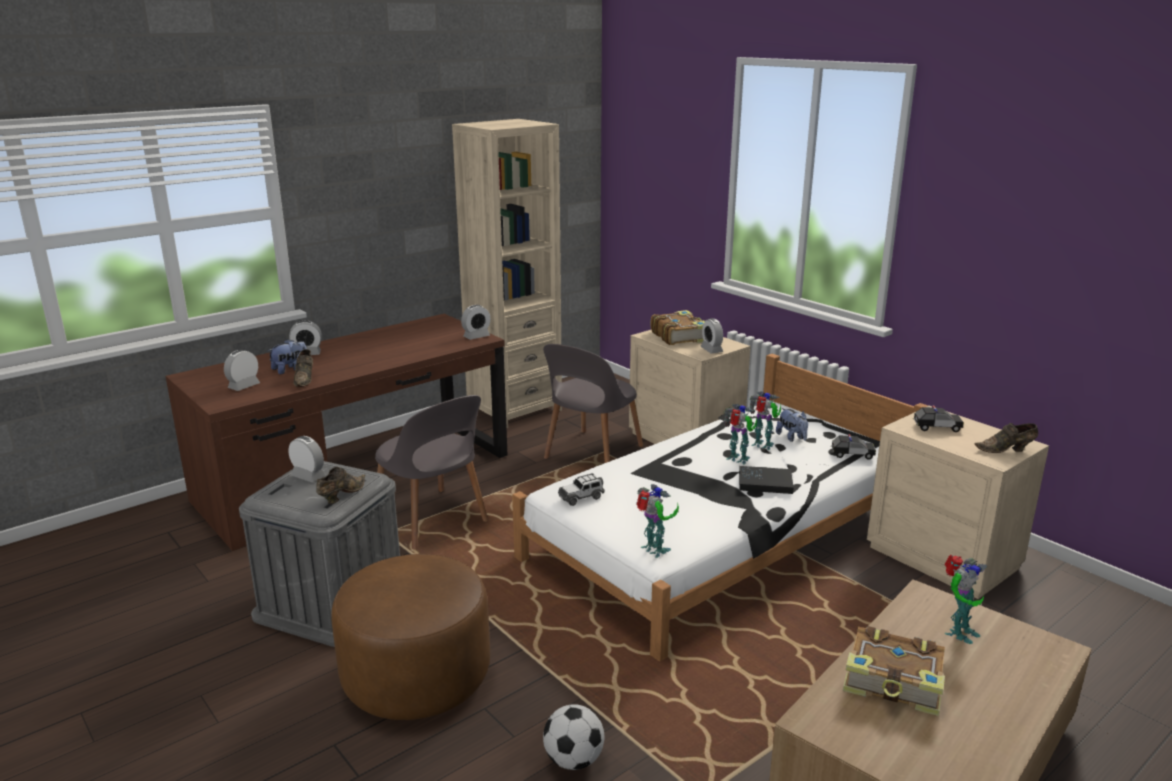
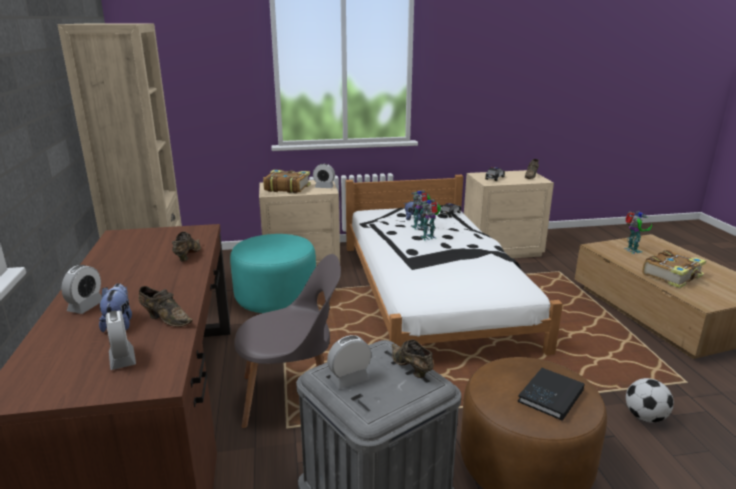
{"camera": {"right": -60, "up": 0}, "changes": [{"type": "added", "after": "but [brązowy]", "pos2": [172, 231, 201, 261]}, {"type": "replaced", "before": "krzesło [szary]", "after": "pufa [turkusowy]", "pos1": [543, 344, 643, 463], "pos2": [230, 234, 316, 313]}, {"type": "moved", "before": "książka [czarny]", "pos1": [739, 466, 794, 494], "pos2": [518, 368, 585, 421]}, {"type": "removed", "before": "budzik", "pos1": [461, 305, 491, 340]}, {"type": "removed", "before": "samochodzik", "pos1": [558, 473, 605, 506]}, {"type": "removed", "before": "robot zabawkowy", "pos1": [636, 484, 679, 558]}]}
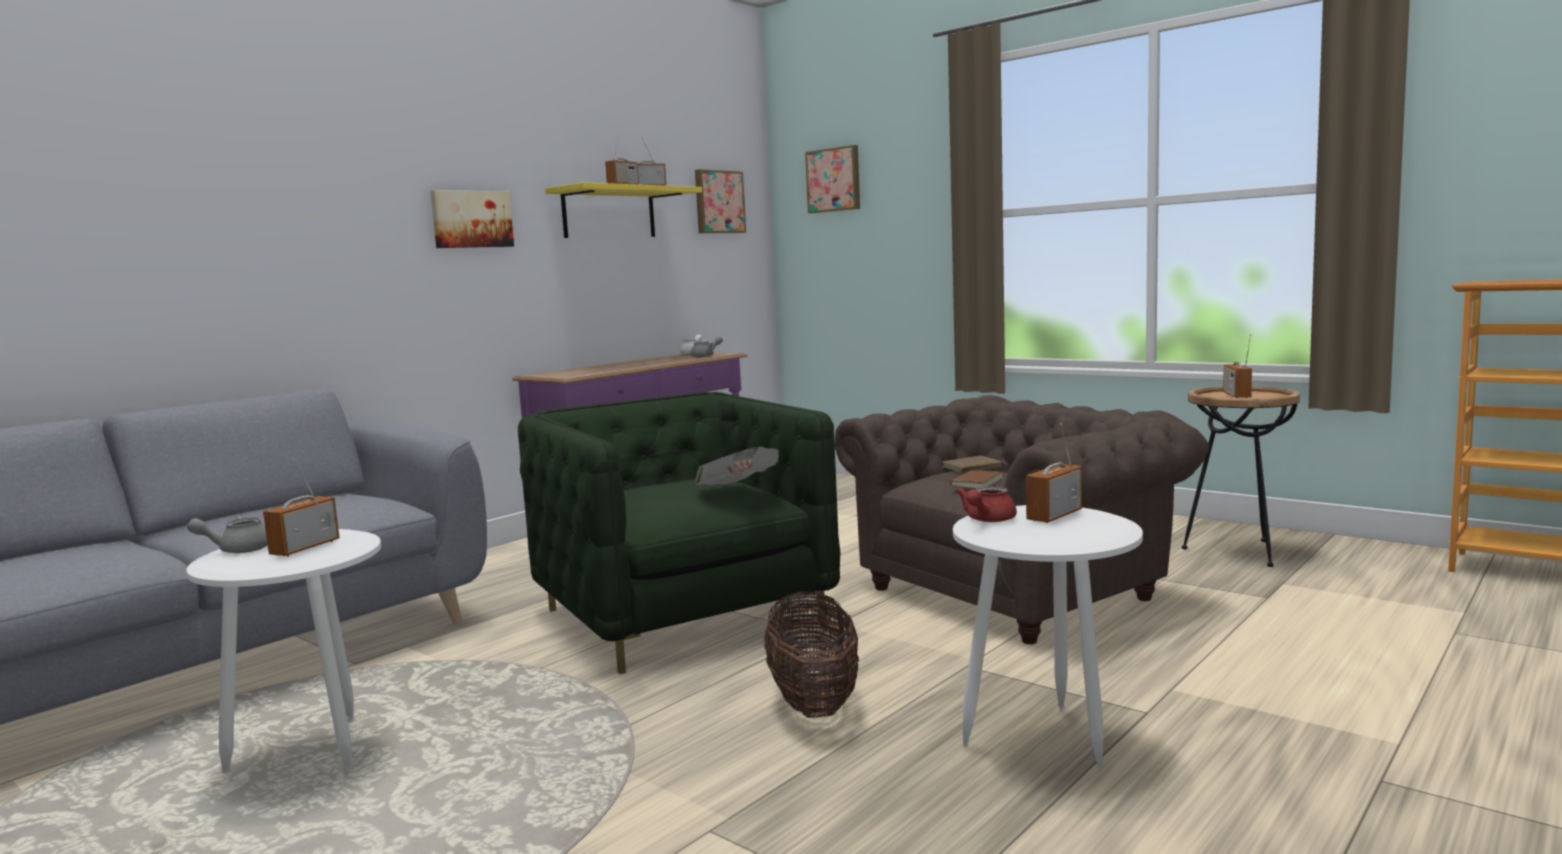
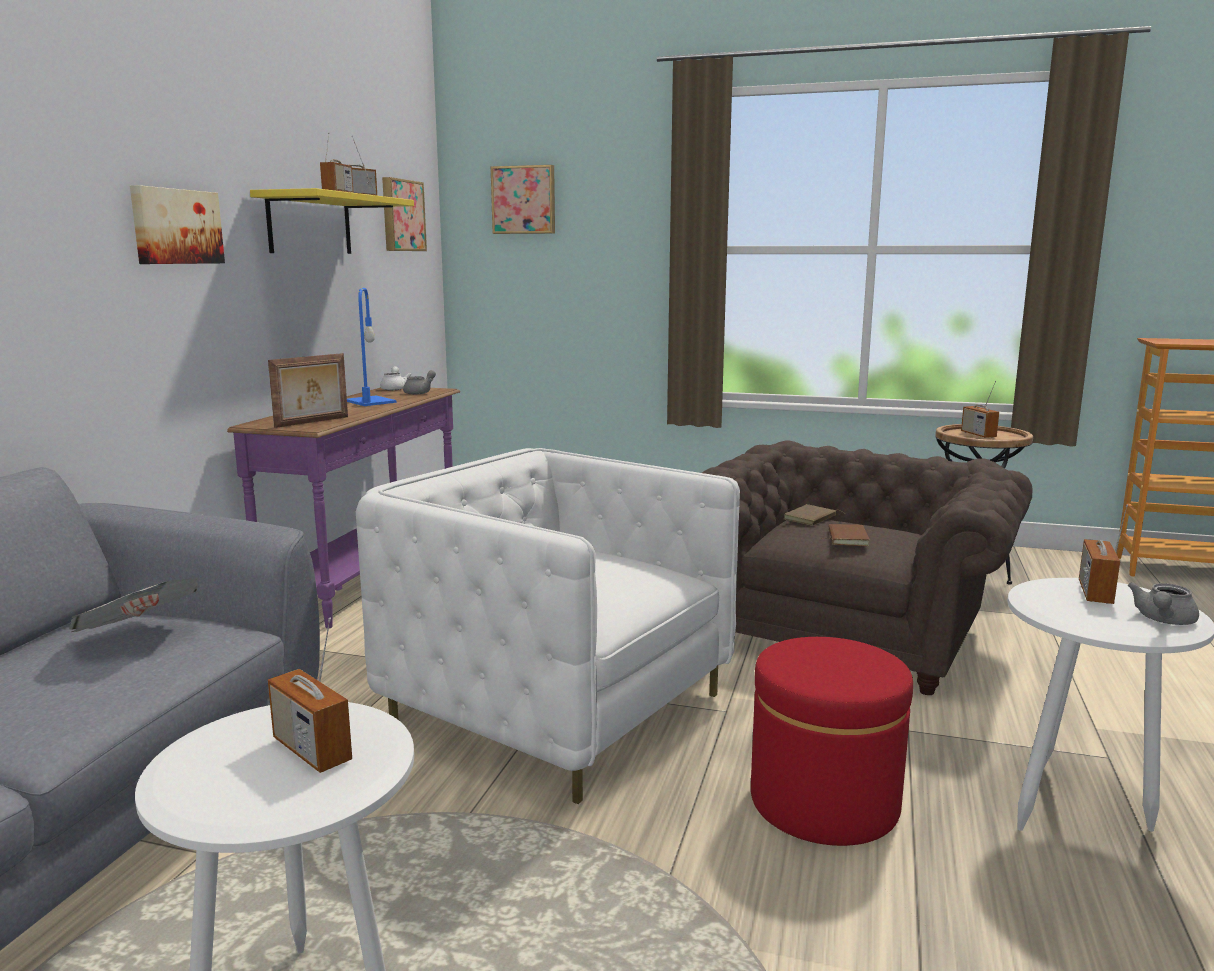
{"camera": {"right": -25, "up": 5}, "changes": [{"type": "moved", "before": "gazeta", "pos1": [695, 447, 779, 485], "pos2": [69, 578, 198, 632]}, {"type": "added", "after": "ramka na zdjęcie", "pos2": [268, 353, 348, 428]}, {"type": "turned", "before": "radio", "pos1": [263, 457, 340, 556], "pos2": [268, 617, 352, 773], "turn": -45}, {"type": "added", "after": "lampa stołowa [niebieski]", "pos2": [347, 288, 396, 406]}, {"type": "recoloured", "before": "fotel [zielony]", "after": "fotel [biały]", "pos1": [518, 392, 840, 674], "pos2": [356, 448, 740, 804]}, {"type": "replaced", "before": "koszyk", "after": "pufa [czerwony]", "pos1": [764, 592, 859, 718], "pos2": [751, 637, 913, 846]}, {"type": "moved", "before": "imbryk [szary]", "pos1": [187, 515, 268, 553], "pos2": [1128, 582, 1199, 625]}, {"type": "removed", "before": "imbryk [czerwony]", "pos1": [956, 486, 1017, 522]}]}
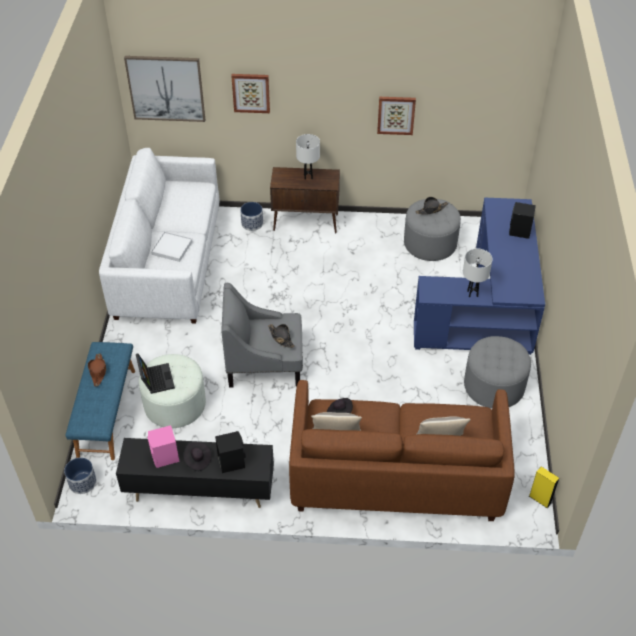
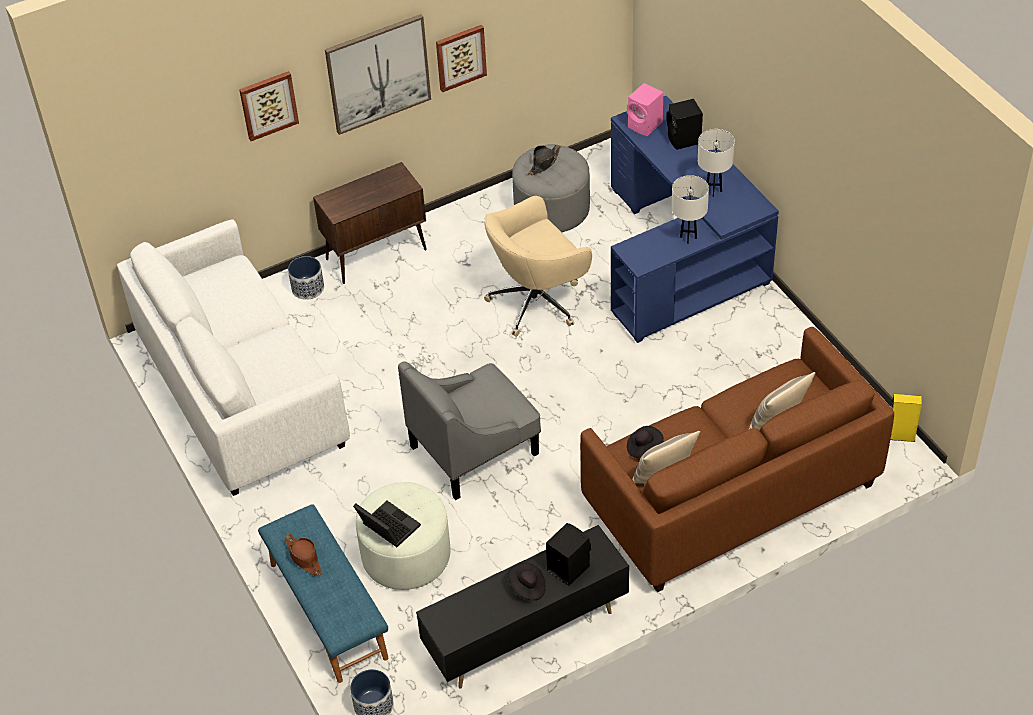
{"camera": {"right": -30, "up": 0}, "changes": [{"type": "moved", "before": "obraz", "pos1": [124, 56, 205, 122], "pos2": [325, 14, 431, 135]}, {"type": "added", "after": "krzesło biurowe [beżowy]", "pos2": [484, 196, 592, 337]}, {"type": "moved", "before": "głośnik [różowy]", "pos1": [147, 425, 179, 468], "pos2": [627, 83, 663, 136]}, {"type": "moved", "before": "lampa stołowa [biały]", "pos1": [296, 134, 320, 180], "pos2": [698, 129, 735, 197]}, {"type": "removed", "before": "taca [biały]", "pos1": [151, 231, 193, 262]}, {"type": "removed", "before": "kapelusz [czarny]", "pos1": [268, 324, 295, 348]}, {"type": "removed", "before": "pufa [szary]", "pos1": [464, 336, 531, 408]}]}
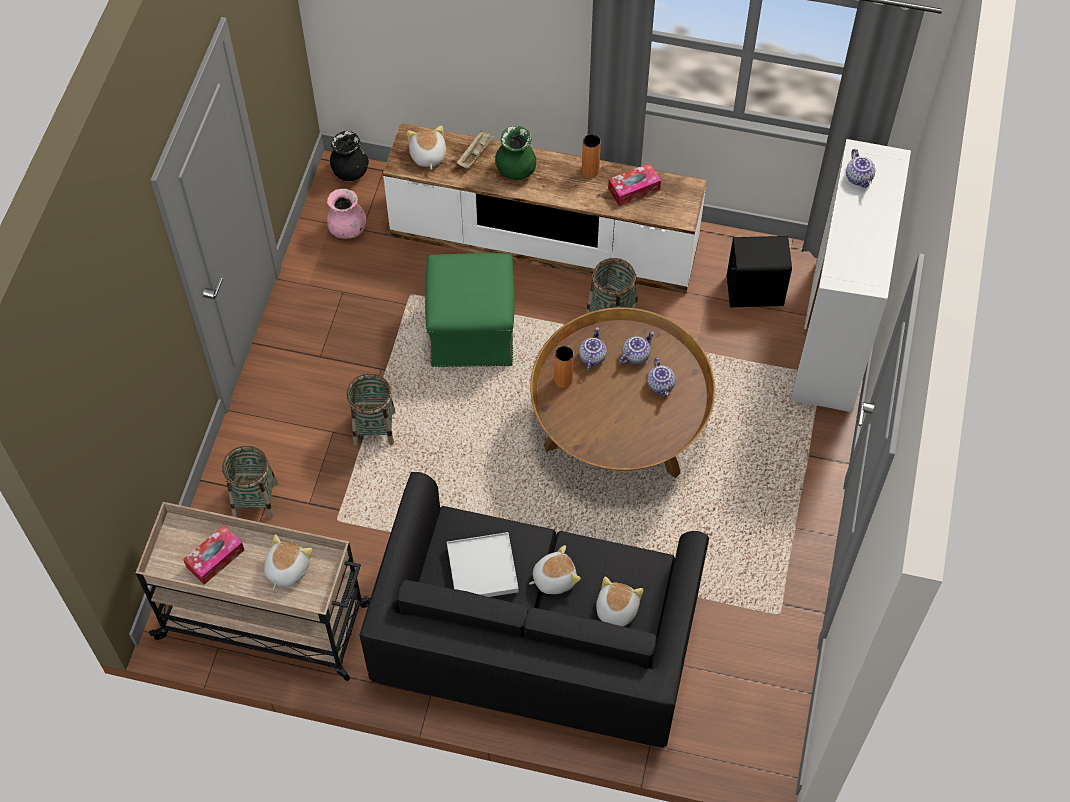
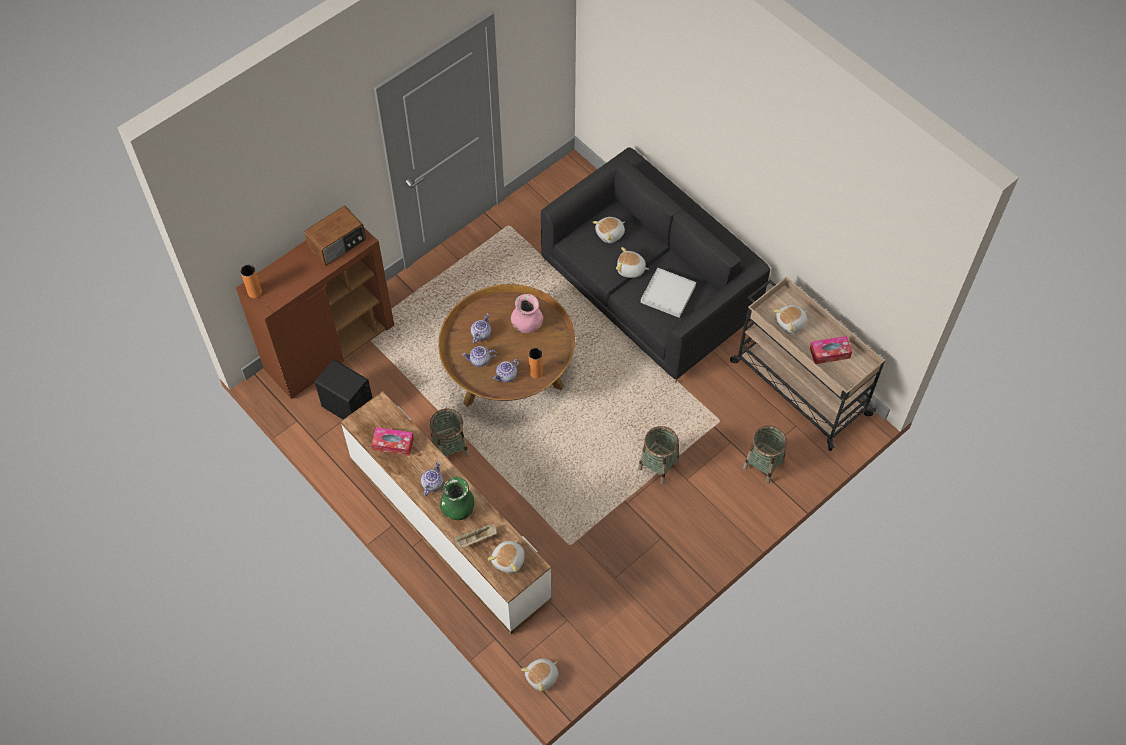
{"camera": {"right": -145, "up": 0}, "changes": [{"type": "recoloured", "before": "szafka [biały]", "after": "szafka [brązowy]", "pos1": [791, 139, 911, 412], "pos2": [236, 228, 394, 399]}, {"type": "moved", "before": "wazon [pomarańczowy]", "pos1": [582, 134, 601, 178], "pos2": [240, 265, 262, 298]}, {"type": "added", "after": "radio", "pos2": [304, 206, 366, 265]}, {"type": "moved", "before": "imbryk", "pos1": [846, 149, 875, 188], "pos2": [421, 462, 443, 496]}, {"type": "moved", "before": "wazon [różowy]", "pos1": [327, 189, 367, 239], "pos2": [511, 294, 543, 333]}, {"type": "replaced", "before": "wazon [czarny]", "after": "pluszak", "pos1": [330, 131, 369, 181], "pos2": [521, 658, 558, 692]}, {"type": "removed", "before": "pufa [zielony]", "pos1": [425, 253, 514, 367]}]}
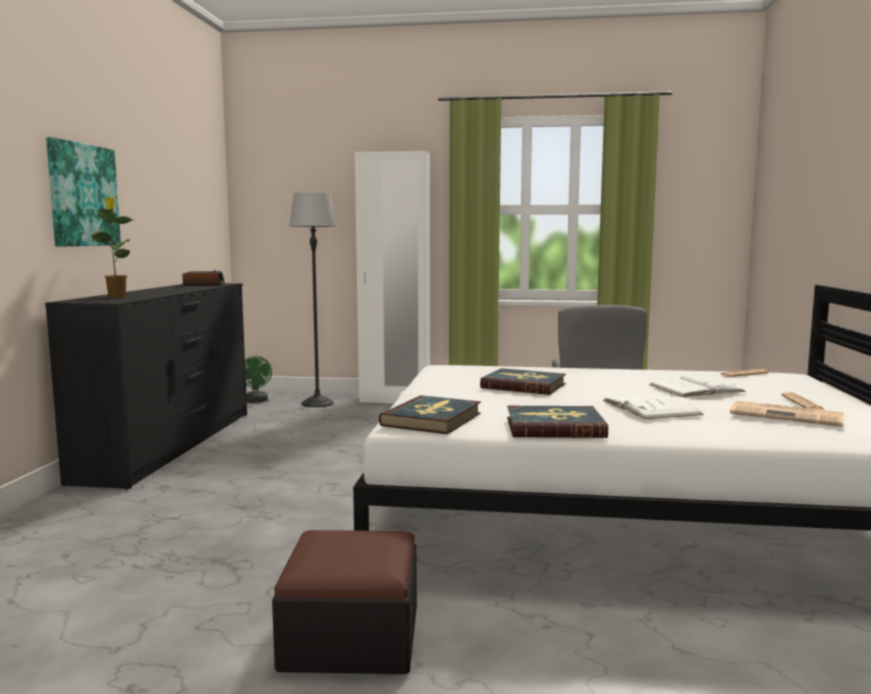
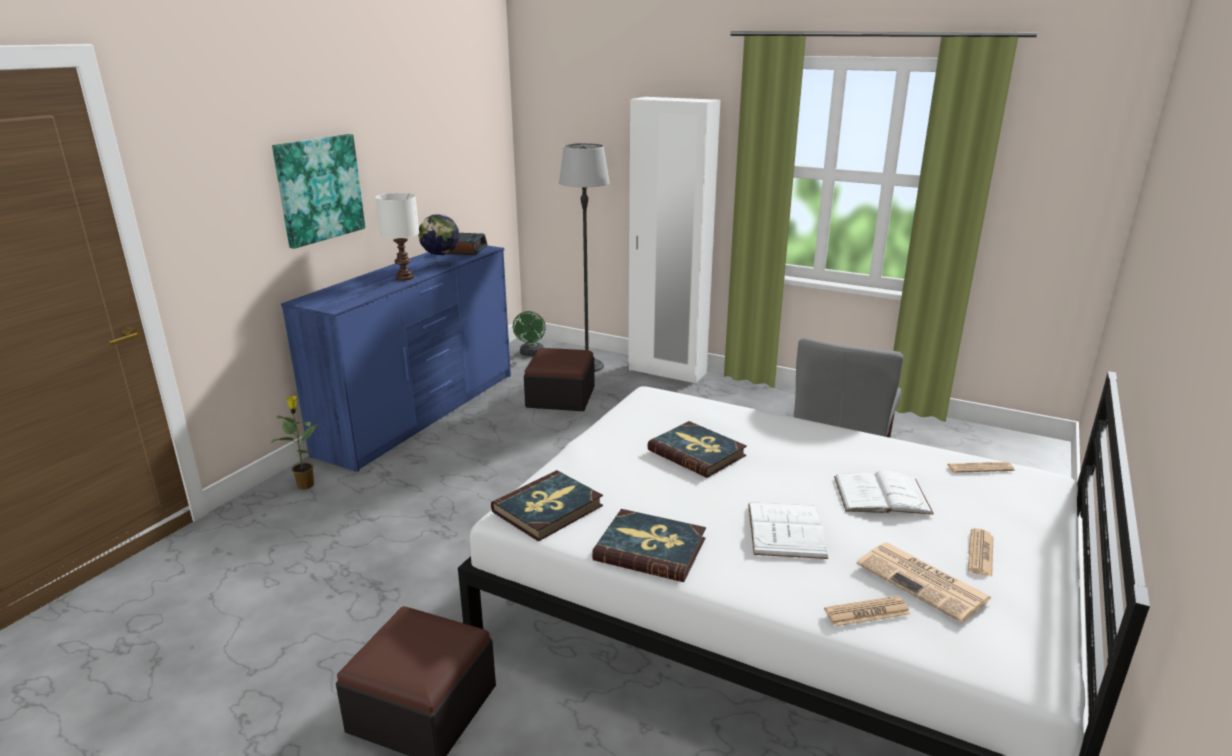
{"camera": {"right": 20, "up": 15}, "changes": [{"type": "moved", "before": "roślina doniczkowa", "pos1": [91, 197, 133, 298], "pos2": [271, 396, 320, 490]}, {"type": "recoloured", "before": "komoda [czarny]", "after": "komoda [niebieski]", "pos1": [45, 283, 247, 490], "pos2": [281, 246, 511, 472]}, {"type": "added", "after": "lampa stołowa [biały]", "pos2": [376, 193, 419, 281]}, {"type": "added", "after": "globus", "pos2": [418, 214, 460, 266]}, {"type": "added", "after": "pufa", "pos2": [524, 348, 595, 411]}, {"type": "added", "after": "gazeta", "pos2": [824, 596, 910, 626]}]}
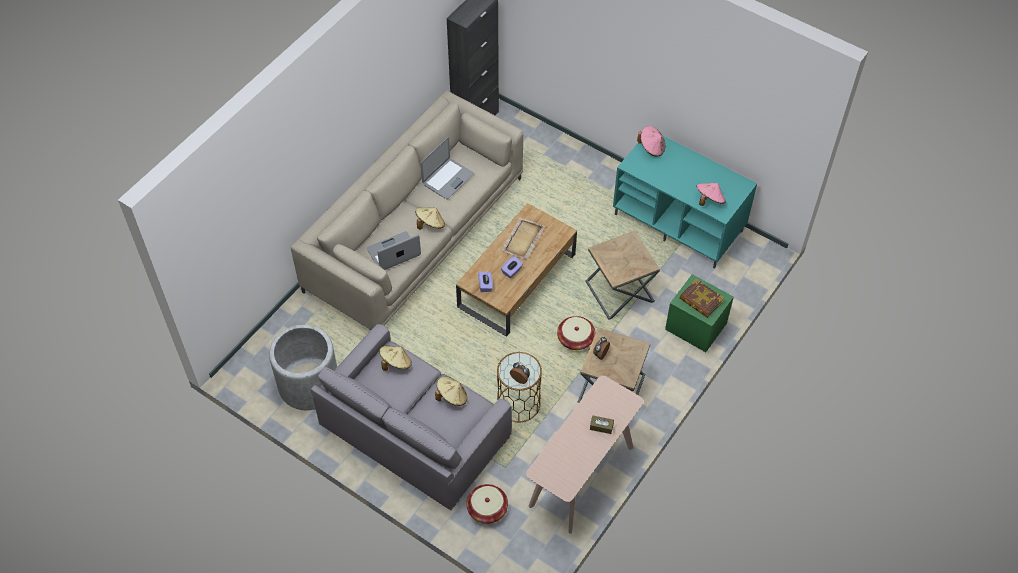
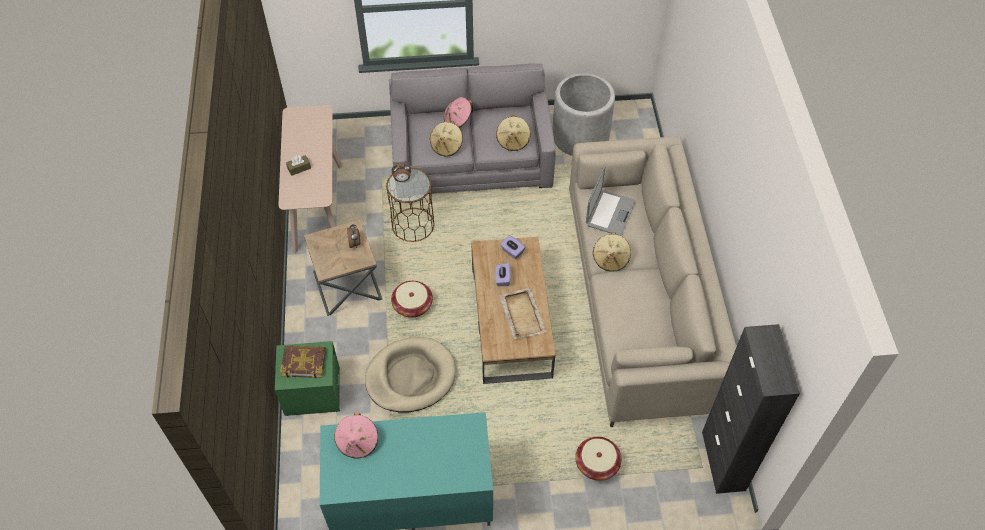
{"camera": {"right": 140, "up": 0}, "changes": [{"type": "replaced", "before": "stolik [brązowy]", "after": "legowisko [beżowy]", "pos1": [585, 230, 660, 319], "pos2": [365, 337, 456, 413]}, {"type": "moved", "before": "kapelusz [różowy]", "pos1": [637, 126, 665, 156], "pos2": [444, 97, 473, 128]}, {"type": "moved", "before": "koszyk", "pos1": [466, 484, 508, 524], "pos2": [575, 436, 622, 481]}, {"type": "removed", "before": "laptop", "pos1": [420, 137, 474, 199]}]}
